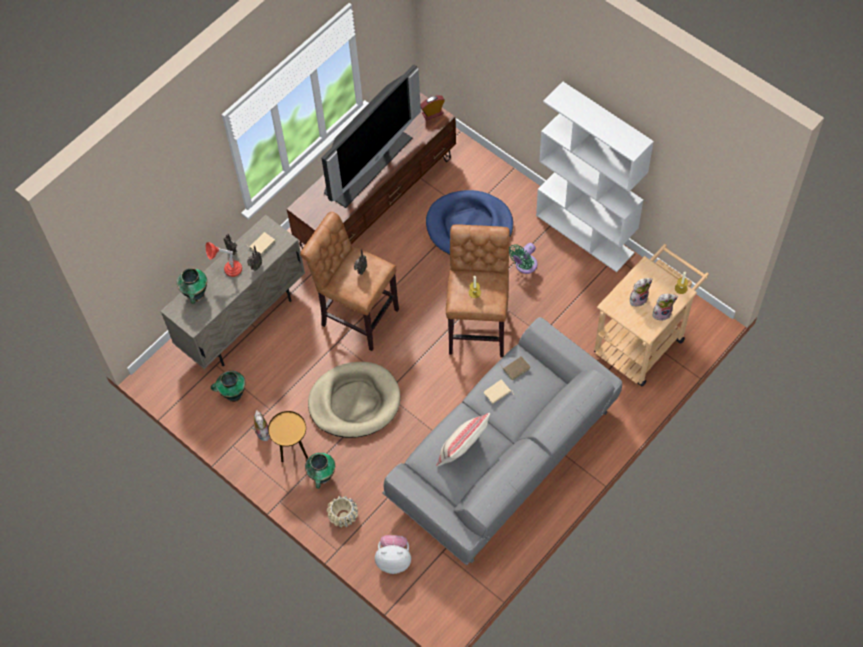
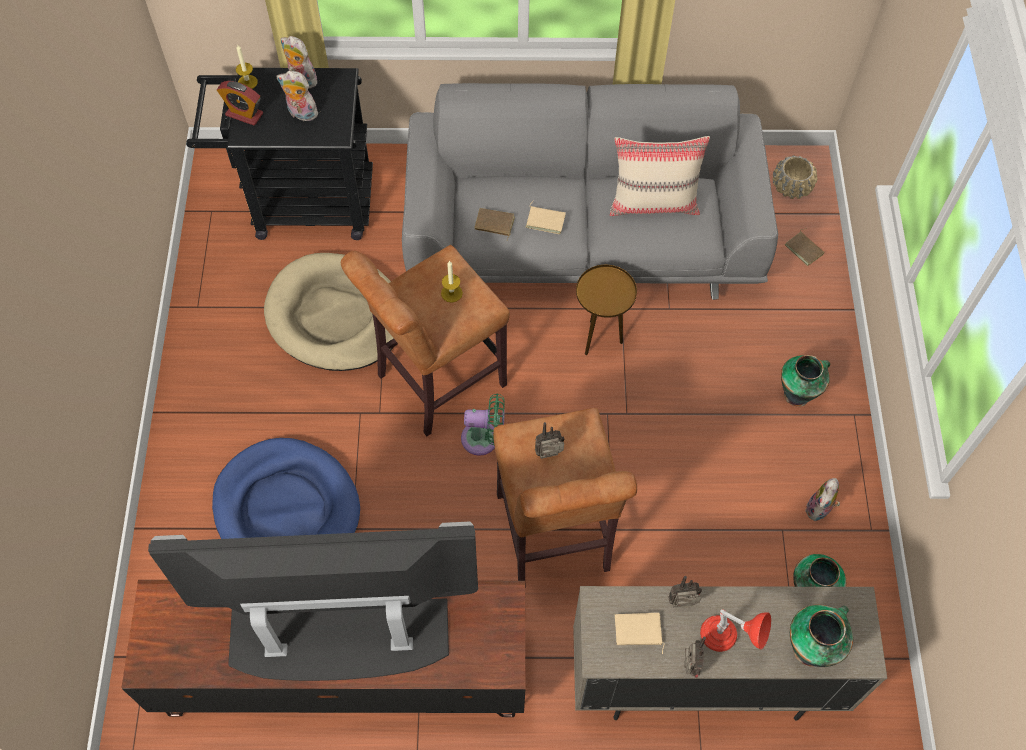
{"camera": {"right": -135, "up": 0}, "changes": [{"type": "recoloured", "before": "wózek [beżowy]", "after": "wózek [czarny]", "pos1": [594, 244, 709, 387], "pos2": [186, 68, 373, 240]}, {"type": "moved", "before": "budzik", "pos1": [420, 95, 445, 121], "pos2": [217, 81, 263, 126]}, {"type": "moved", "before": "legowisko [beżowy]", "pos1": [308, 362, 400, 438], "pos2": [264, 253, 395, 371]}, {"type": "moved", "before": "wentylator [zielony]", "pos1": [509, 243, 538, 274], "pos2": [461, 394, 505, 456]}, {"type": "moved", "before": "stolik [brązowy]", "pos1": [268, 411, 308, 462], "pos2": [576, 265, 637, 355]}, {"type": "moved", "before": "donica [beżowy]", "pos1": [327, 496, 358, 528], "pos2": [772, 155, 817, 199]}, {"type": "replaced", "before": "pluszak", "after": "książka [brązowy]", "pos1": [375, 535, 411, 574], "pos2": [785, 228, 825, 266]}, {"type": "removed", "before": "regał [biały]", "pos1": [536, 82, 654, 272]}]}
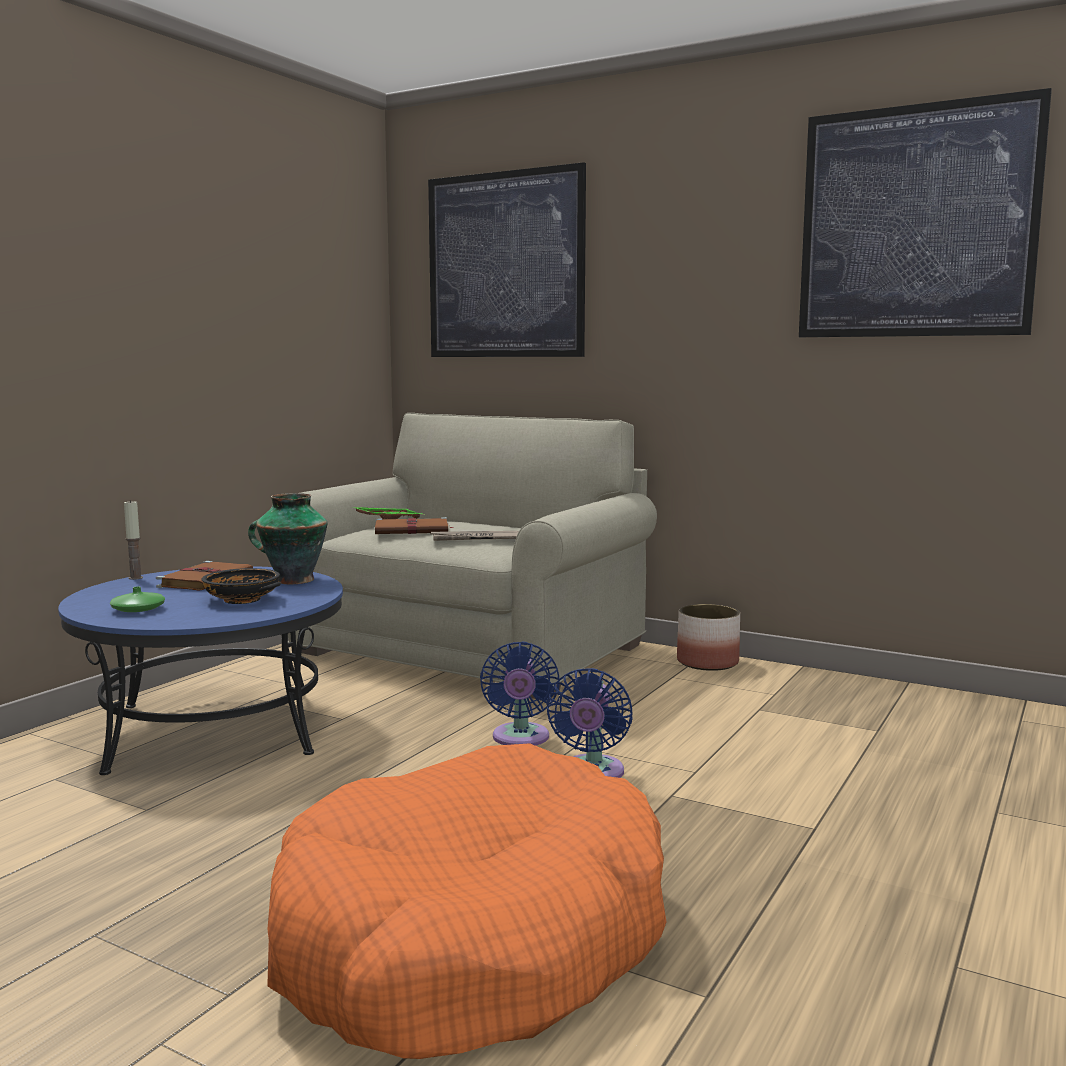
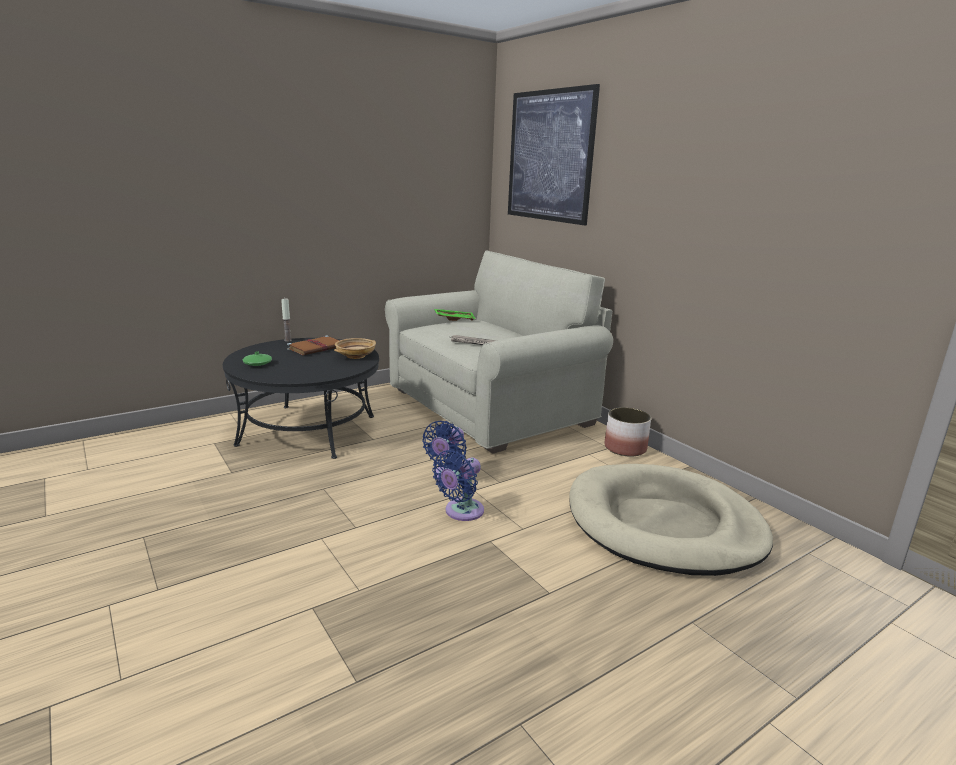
{"camera": {"right": 25, "up": 10}, "changes": [{"type": "recoloured", "before": "ława [niebieski]", "after": "ława [czarny]", "pos1": [58, 566, 343, 775], "pos2": [223, 338, 379, 459]}, {"type": "replaced", "before": "wazon", "after": "miska [beżowy]", "pos1": [248, 493, 328, 584], "pos2": [334, 338, 376, 359]}, {"type": "added", "after": "legowisko [beżowy]", "pos2": [569, 464, 773, 576]}, {"type": "removed", "before": "miska [czarny]", "pos1": [202, 568, 281, 604]}, {"type": "removed", "before": "legowisko [pomarańczowy]", "pos1": [267, 743, 666, 1059]}, {"type": "removed", "before": "książka [brązowy]", "pos1": [375, 517, 452, 534]}, {"type": "removed", "before": "obraz", "pos1": [799, 88, 1052, 337]}]}
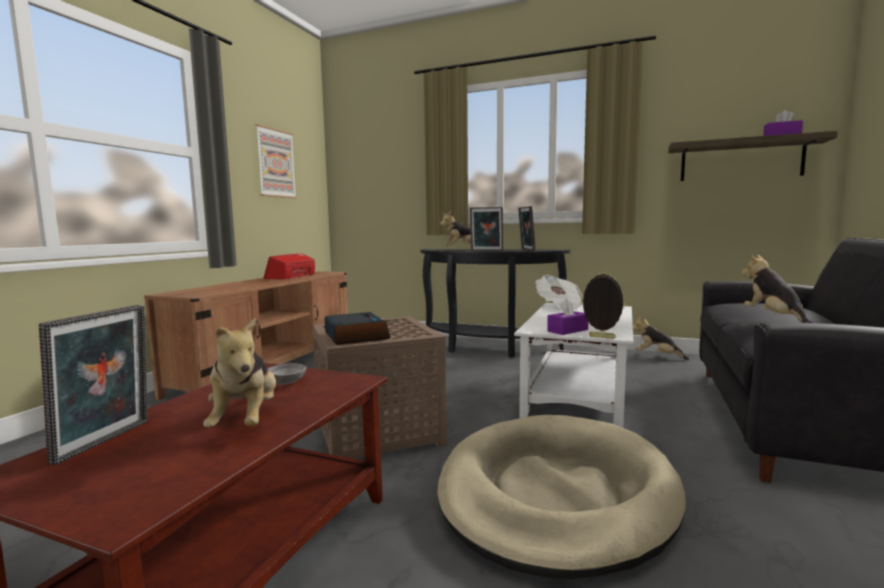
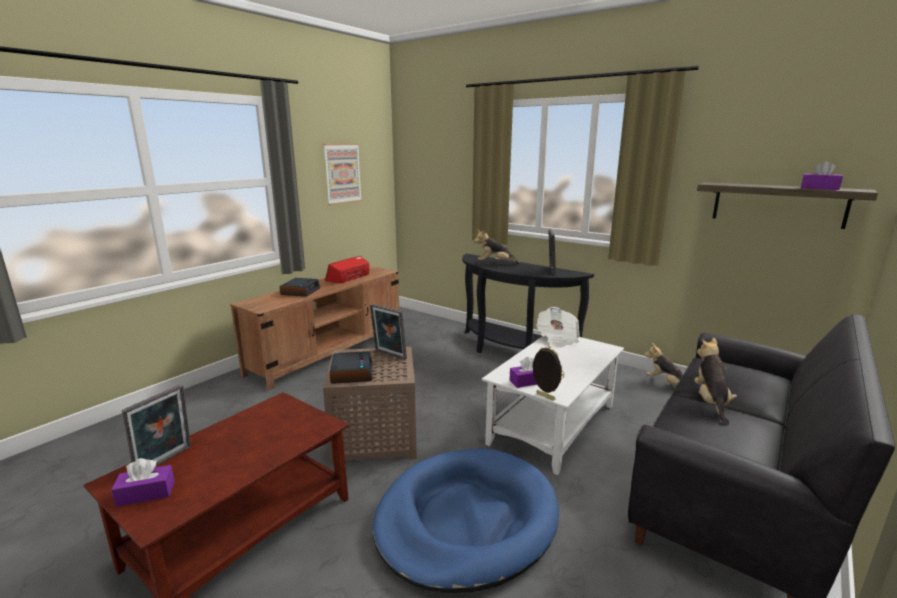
{"camera": {"right": 15, "up": 10}, "changes": [{"type": "added", "after": "pudełko chusteczek [fioletowy]", "pos2": [111, 458, 175, 507]}, {"type": "added", "after": "budzik", "pos2": [280, 278, 320, 297]}, {"type": "moved", "before": "ramka na zdjęcie", "pos1": [470, 207, 503, 251], "pos2": [370, 304, 407, 360]}, {"type": "recoloured", "before": "legowisko [beżowy]", "after": "legowisko [niebieski]", "pos1": [437, 415, 686, 579], "pos2": [373, 449, 559, 593]}, {"type": "removed", "before": "pluszak", "pos1": [203, 318, 276, 427]}, {"type": "removed", "before": "miska [szary]", "pos1": [268, 363, 306, 385]}]}
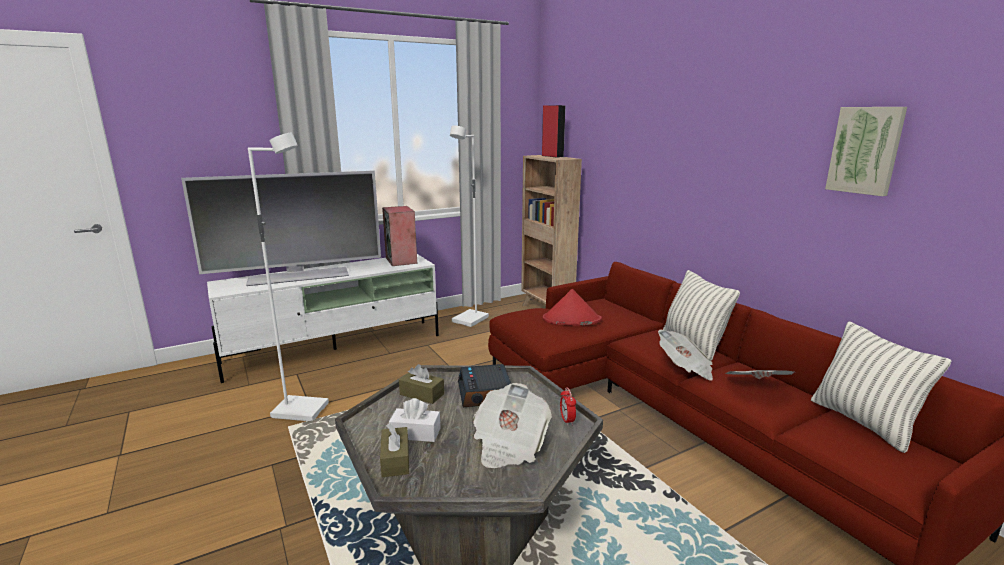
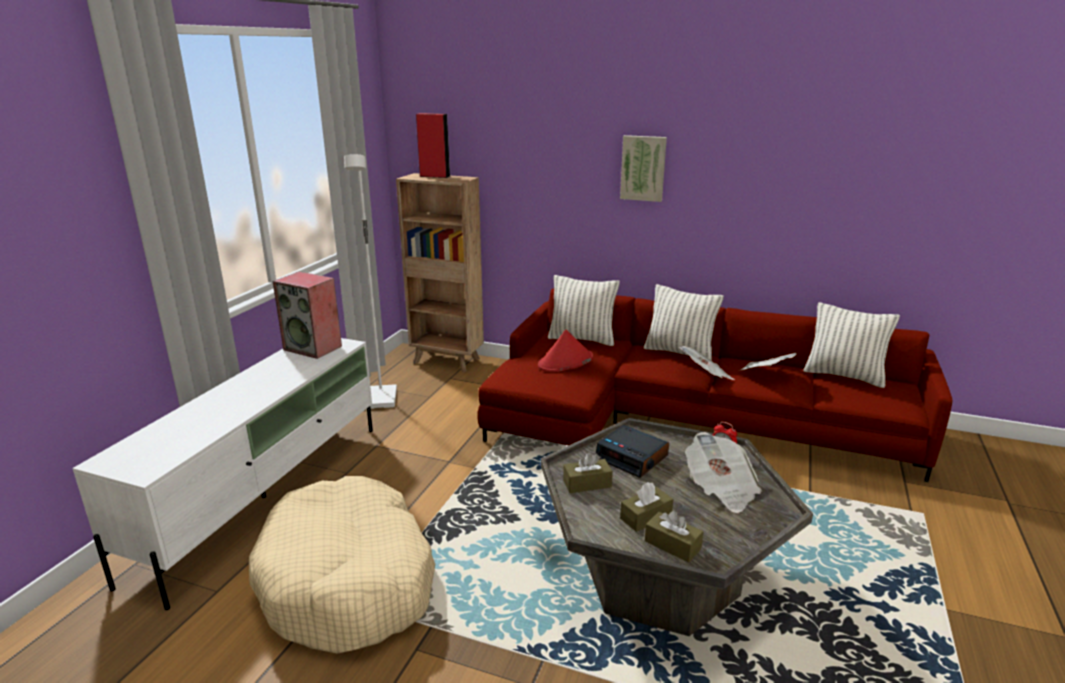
{"camera": {"right": -40, "up": 5}, "changes": [{"type": "replaced", "before": "lampa stojąca [biały]", "after": "legowisko [beżowy]", "pos1": [248, 133, 329, 421], "pos2": [249, 476, 435, 654]}, {"type": "added", "after": "poduszka", "pos2": [548, 275, 620, 346]}, {"type": "moved", "before": "obraz", "pos1": [825, 107, 907, 196], "pos2": [620, 135, 667, 202]}, {"type": "recoloured", "before": "pudełko chusteczek [biały]", "after": "pudełko chusteczek [brązowy]", "pos1": [389, 398, 441, 442], "pos2": [620, 482, 673, 532]}, {"type": "removed", "before": "telewizor", "pos1": [181, 171, 381, 286]}]}
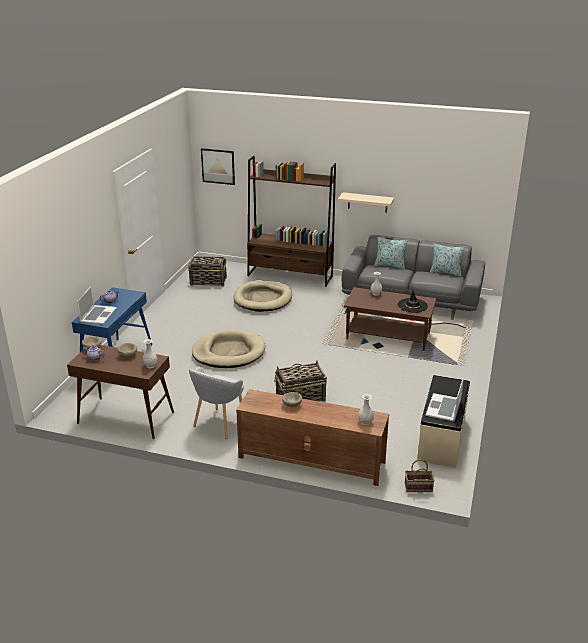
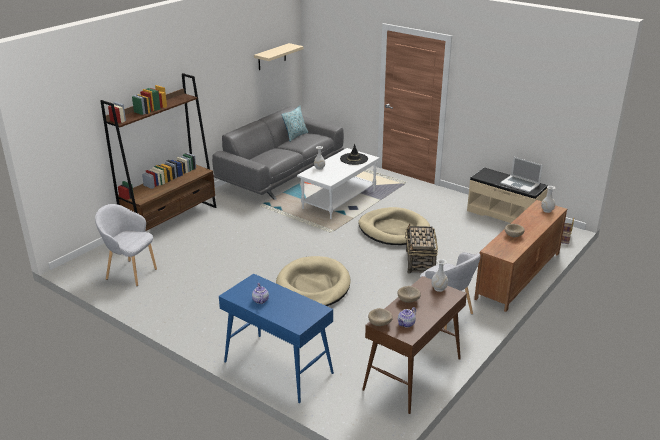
{"camera": {"right": -70, "up": 0}, "changes": [{"type": "replaced", "before": "koszyk", "after": "fotel [szary]", "pos1": [188, 256, 227, 287], "pos2": [95, 204, 157, 286]}, {"type": "moved", "before": "półka [beżowy]", "pos1": [338, 192, 394, 213], "pos2": [254, 43, 304, 70]}, {"type": "recoloured", "before": "ława [brązowy]", "after": "ława [biały]", "pos1": [344, 287, 437, 351], "pos2": [297, 148, 380, 219]}, {"type": "moved", "before": "legowisko [beżowy]", "pos1": [233, 281, 292, 312], "pos2": [359, 207, 430, 245]}, {"type": "removed", "before": "laptop", "pos1": [77, 286, 117, 324]}, {"type": "removed", "before": "obraz", "pos1": [201, 148, 235, 185]}, {"type": "removed", "before": "poduszka", "pos1": [374, 237, 408, 269]}]}
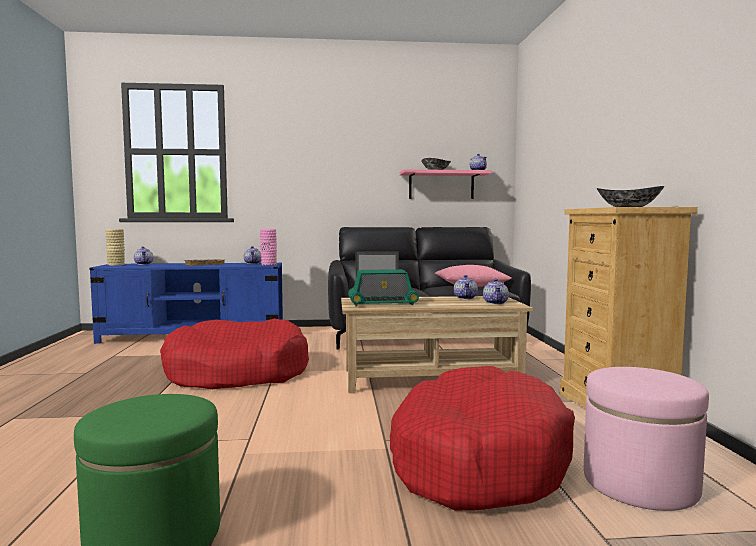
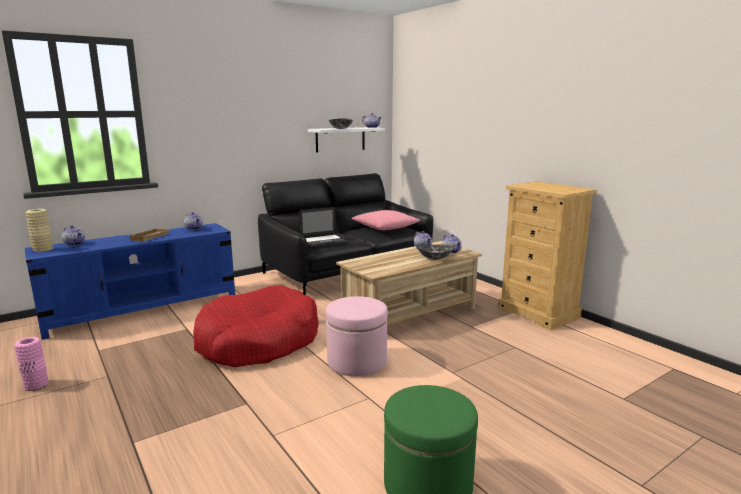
{"camera": {"right": -30, "up": 10}, "changes": [{"type": "moved", "before": "wazon [różowy]", "pos1": [260, 229, 277, 265], "pos2": [14, 337, 49, 391]}, {"type": "recoloured", "before": "półka [różowy]", "after": "półka [biały]", "pos1": [400, 169, 492, 199], "pos2": [308, 127, 385, 153]}, {"type": "moved", "before": "pufa [różowy]", "pos1": [584, 367, 709, 511], "pos2": [326, 296, 388, 376]}, {"type": "moved", "before": "miska", "pos1": [597, 186, 664, 207], "pos2": [416, 244, 455, 260]}, {"type": "removed", "before": "radio", "pos1": [348, 269, 419, 307]}, {"type": "removed", "before": "legowisko [czerwony]", "pos1": [390, 366, 575, 510]}]}
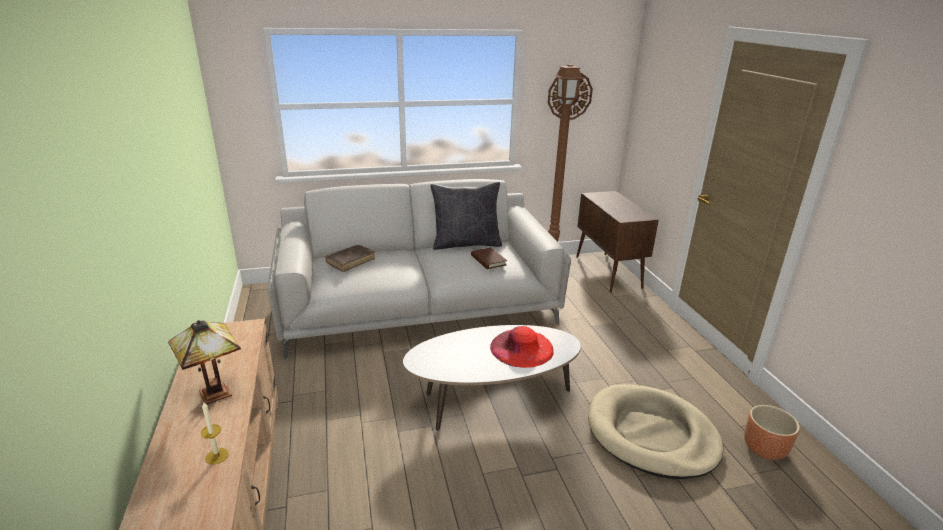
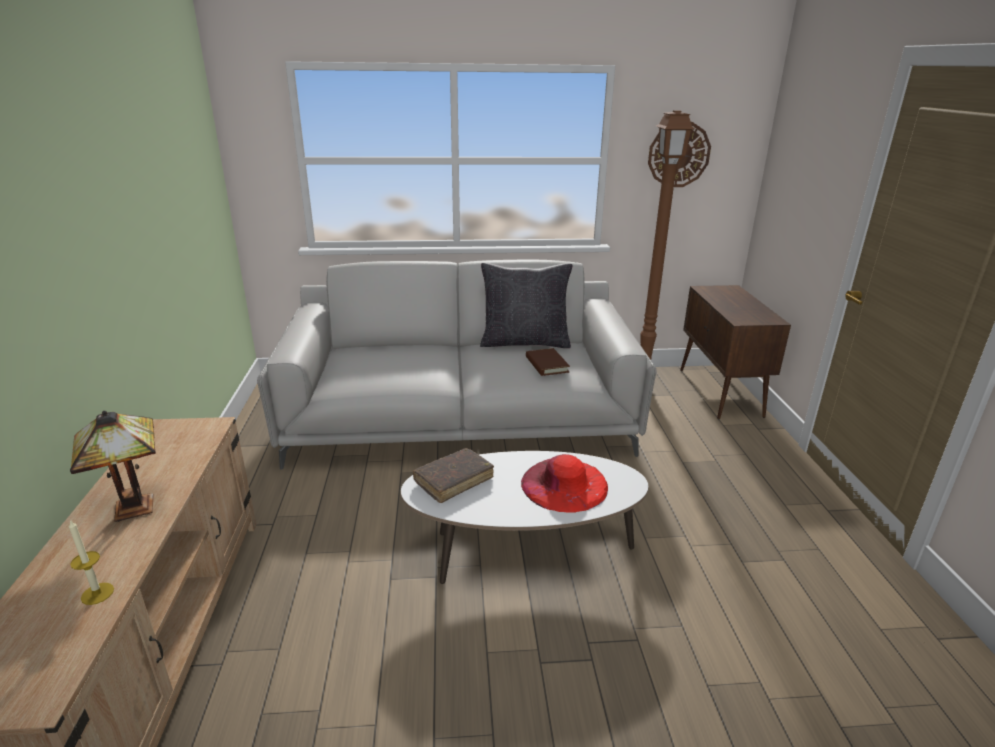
{"camera": {"right": 10, "up": 0}, "changes": [{"type": "moved", "before": "książka [brązowy]", "pos1": [325, 245, 375, 272], "pos2": [413, 448, 494, 503]}, {"type": "removed", "before": "legowisko [beżowy]", "pos1": [588, 384, 723, 479]}, {"type": "removed", "before": "donica [brązowy]", "pos1": [744, 405, 800, 460]}]}
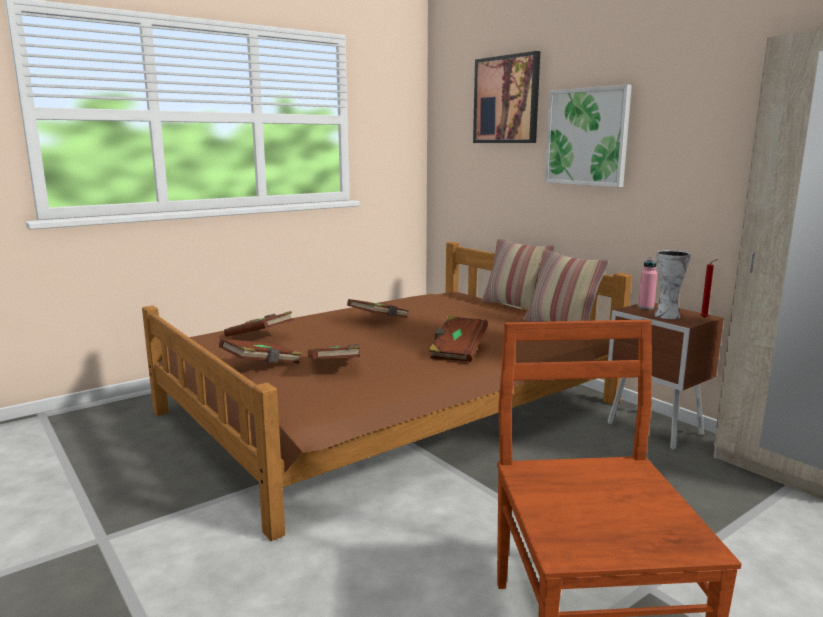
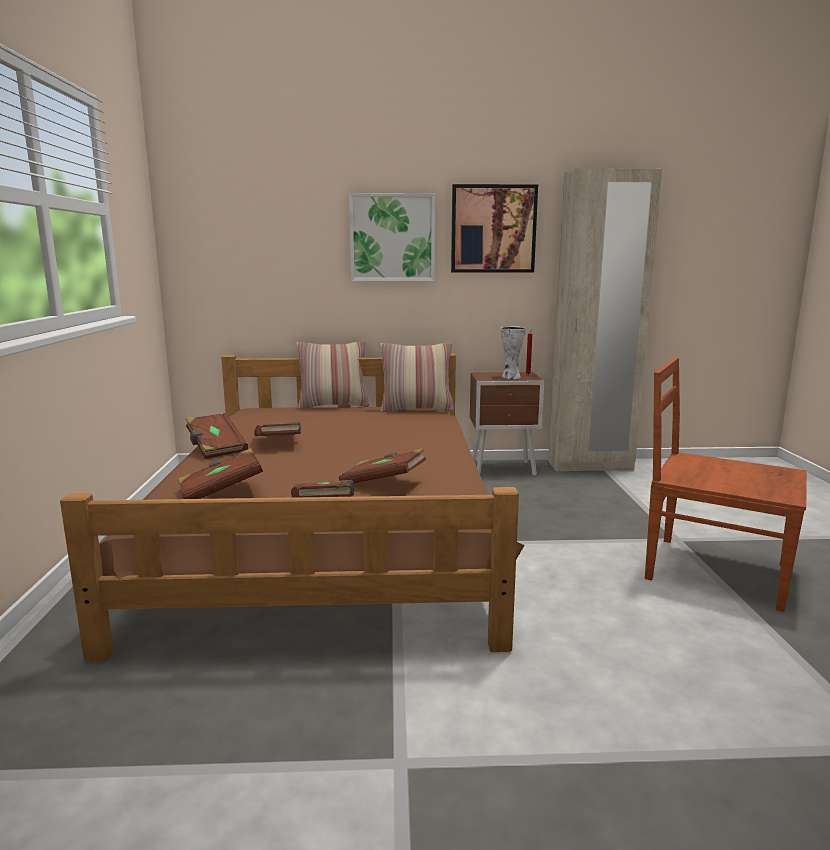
{"camera": {"right": -55, "up": 0}, "changes": [{"type": "moved", "before": "książka [brązowy]", "pos1": [429, 315, 488, 362], "pos2": [185, 413, 248, 459]}, {"type": "moved", "before": "obraz", "pos1": [473, 51, 540, 143], "pos2": [451, 184, 538, 273]}, {"type": "removed", "before": "butelka [różowy]", "pos1": [638, 258, 657, 310]}]}
